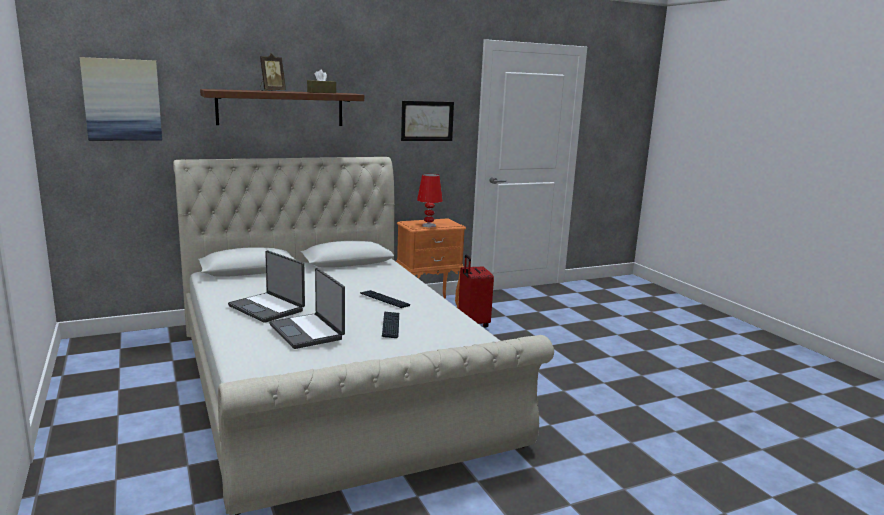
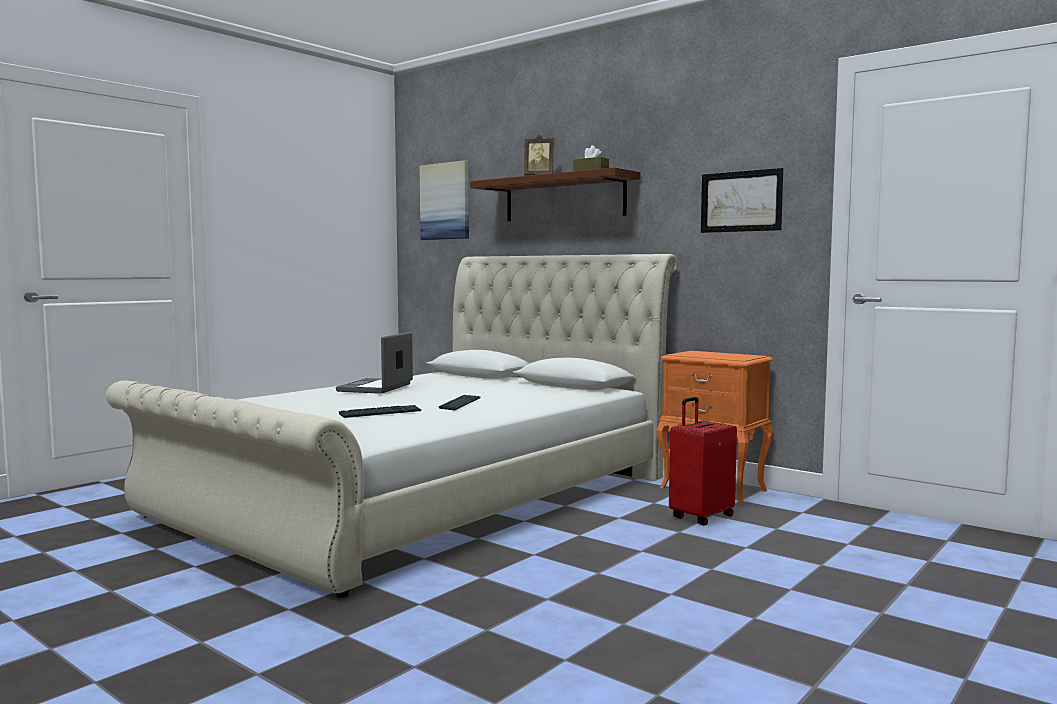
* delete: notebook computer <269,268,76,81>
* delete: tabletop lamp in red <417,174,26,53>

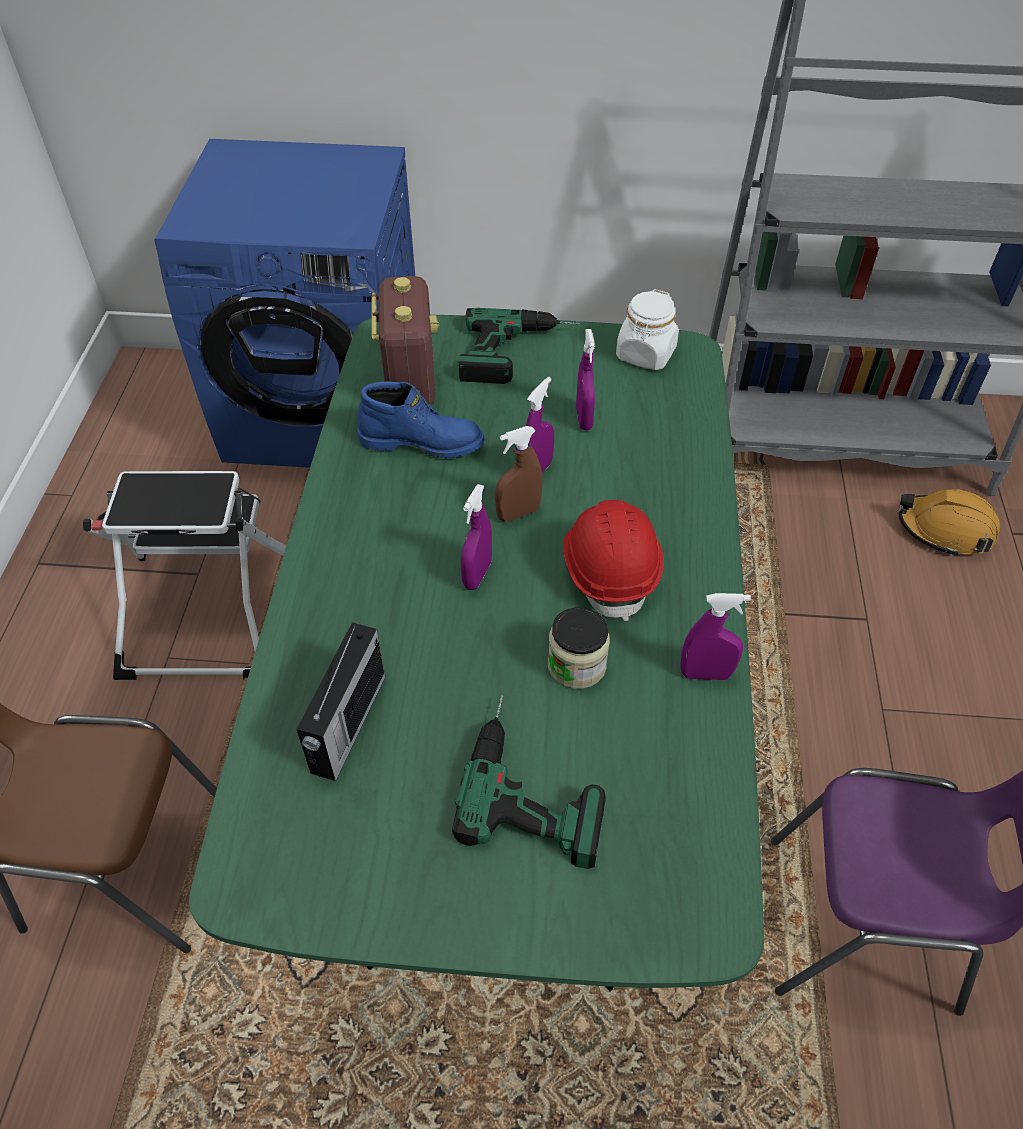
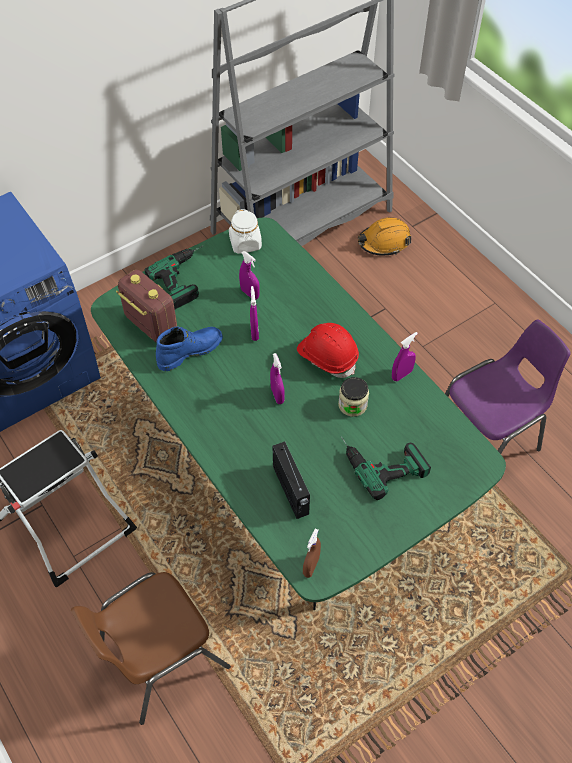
* move: hand sprayer in brown-coloured <495,426,47,96> to <303,529,18,49>

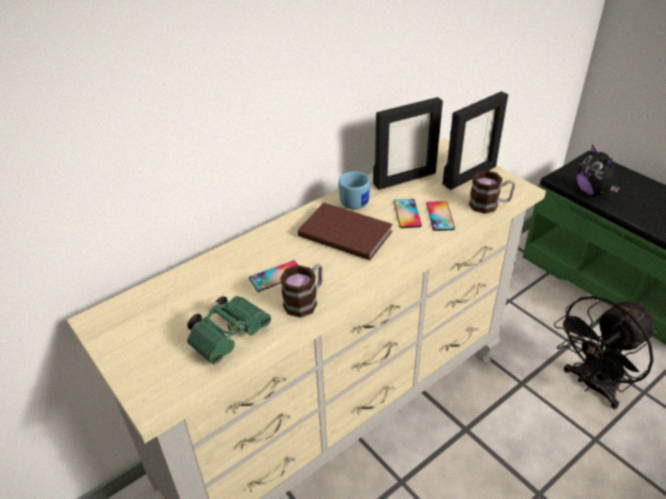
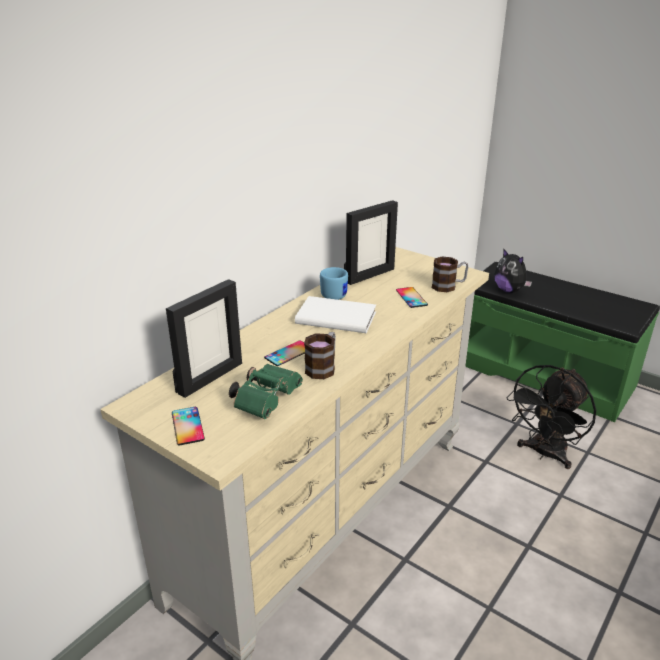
* recolor: volume in brown-coloured <298,203,95,57> to volume in white <295,296,81,37>
* move: handset <393,199,29,29> to <172,407,33,38>
* move: picture frame <442,91,66,99> to <166,279,76,119>

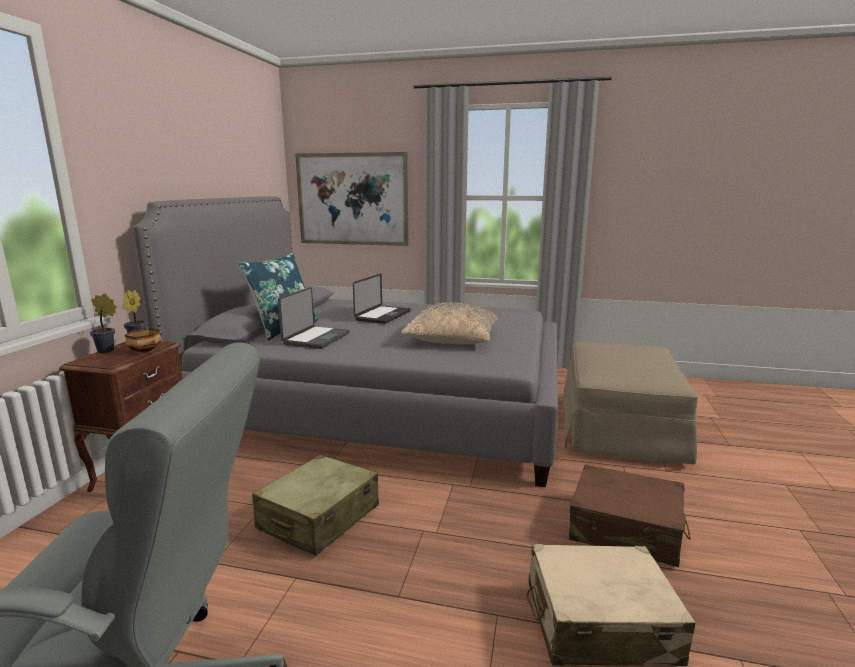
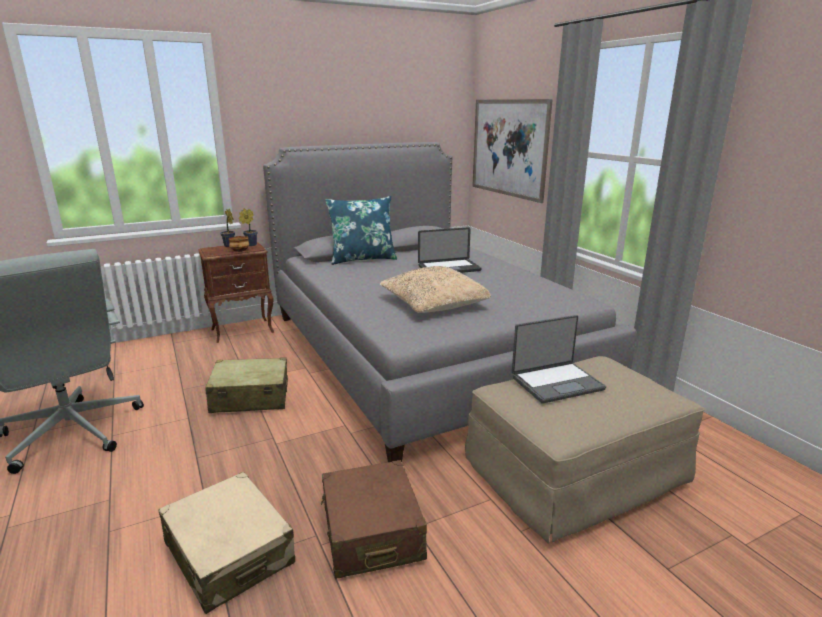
* move: notebook computer <278,287,72,62> to <512,315,94,89>

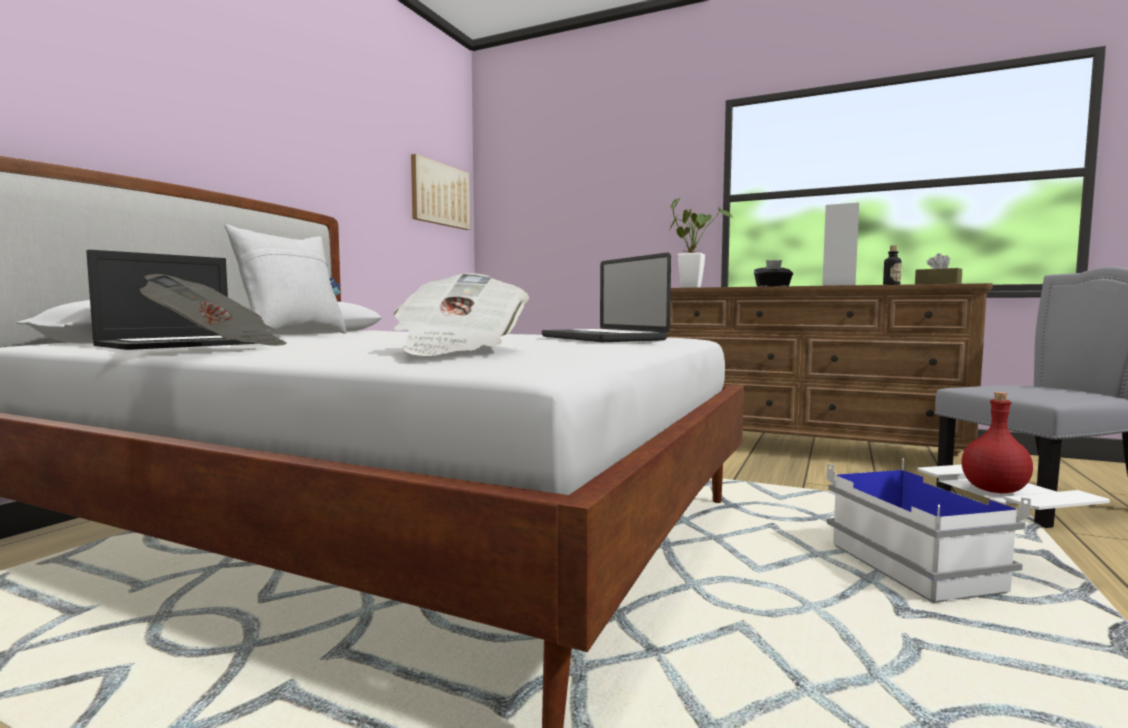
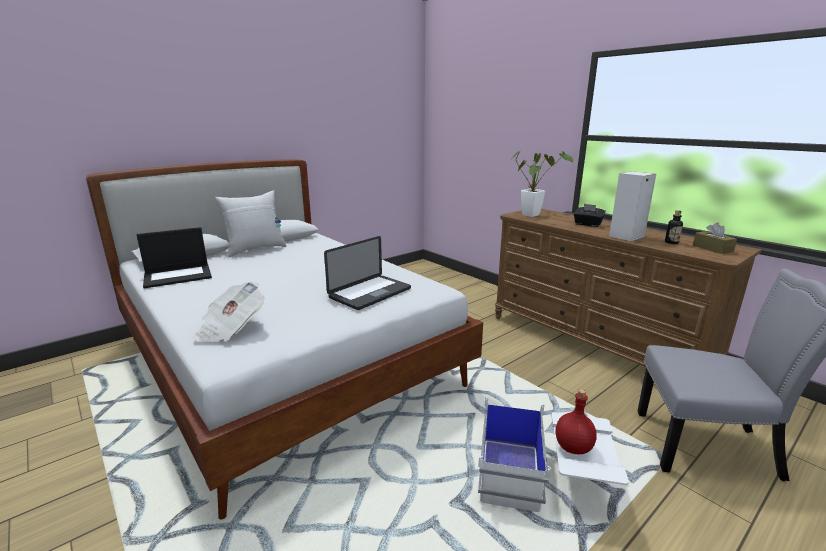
* delete: printed paper <140,274,147,72>
* delete: wall picture <411,154,59,76>
* rotate: notebook computer <542,253,129,89> = <324,236,87,74> 135 degrees counterclockwise

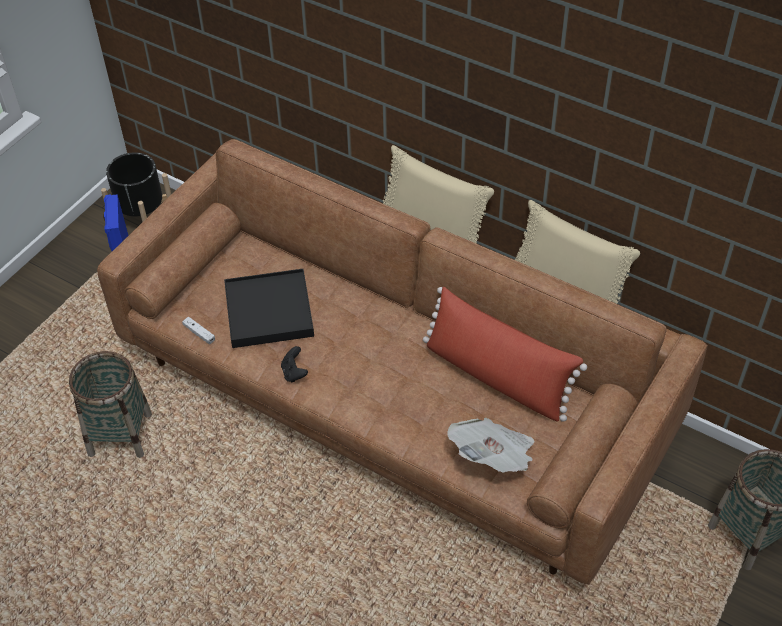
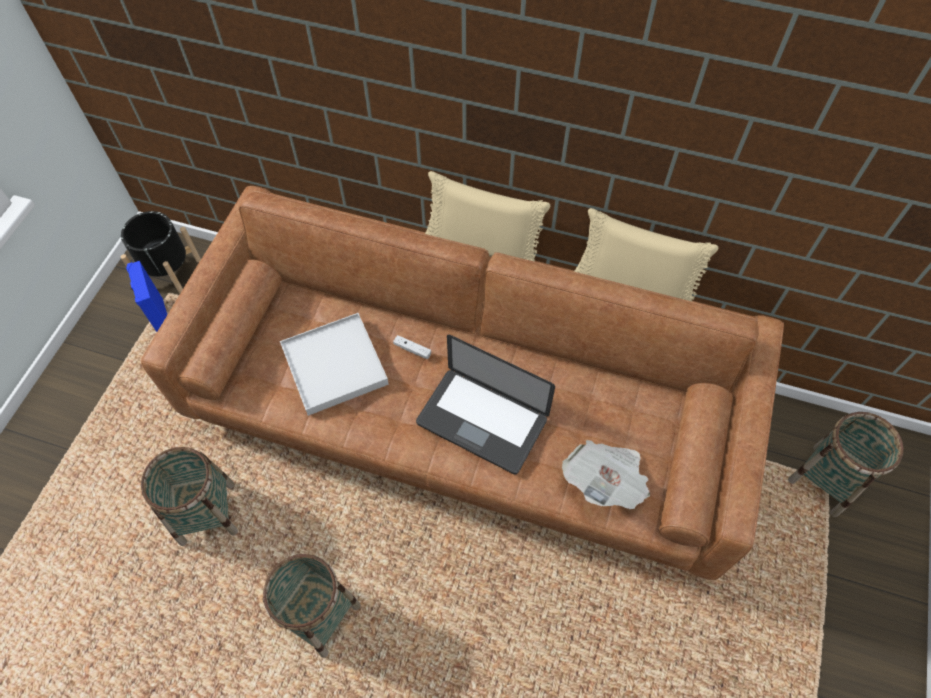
* move: gamepad in white <182,317,33,27> to <393,335,38,24>
* recolor: carrying tray in blackish <224,269,90,79> to carrying tray in white <280,313,109,103>
* delete: gamepad in blackish <281,346,27,37>
* delete: throw pillow in red <423,286,164,136>
* insert: storage basket <262,554,99,104>
* insert: notebook computer <416,335,139,139>

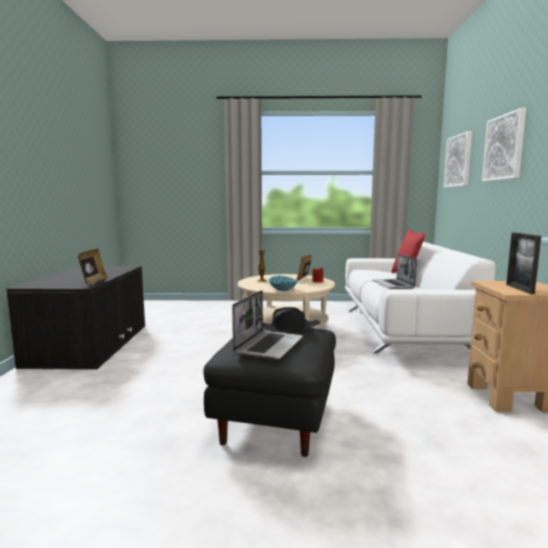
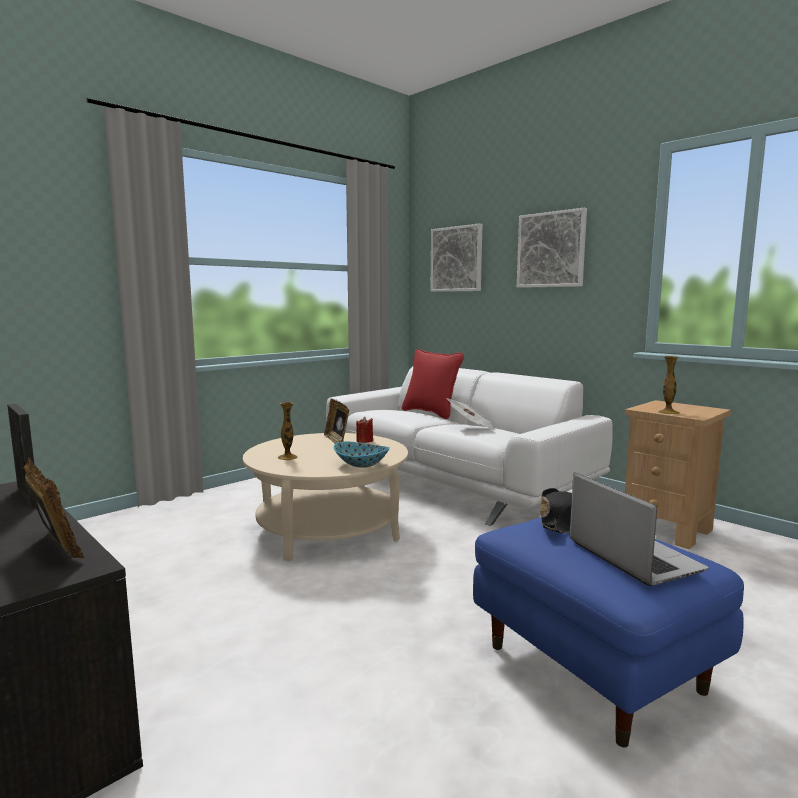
* recolor: ottoman in blackish <203,328,133,129> to ottoman in blue <473,517,271,231>
* replace: notebook computer <373,254,44,35> to printed paper <447,398,48,32>
* move: picture frame <506,232,35,62> to <7,404,29,104>
* insert: vase <658,356,21,58>

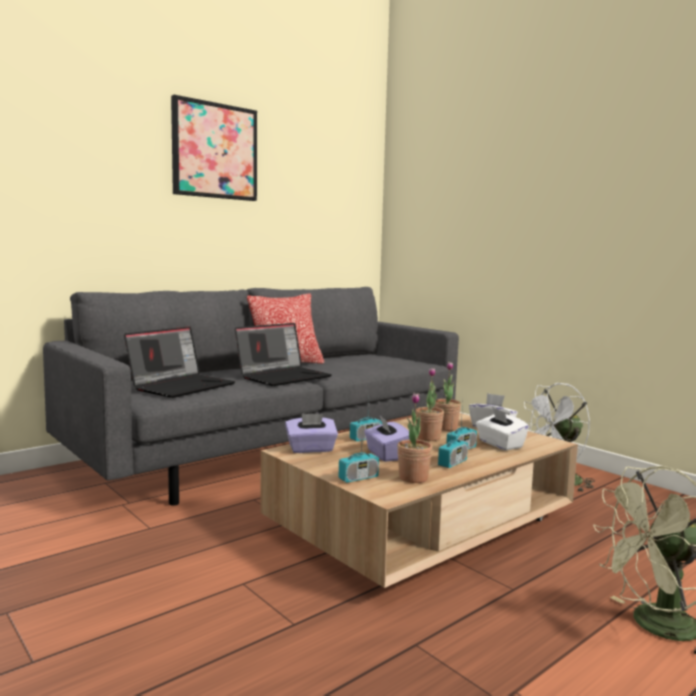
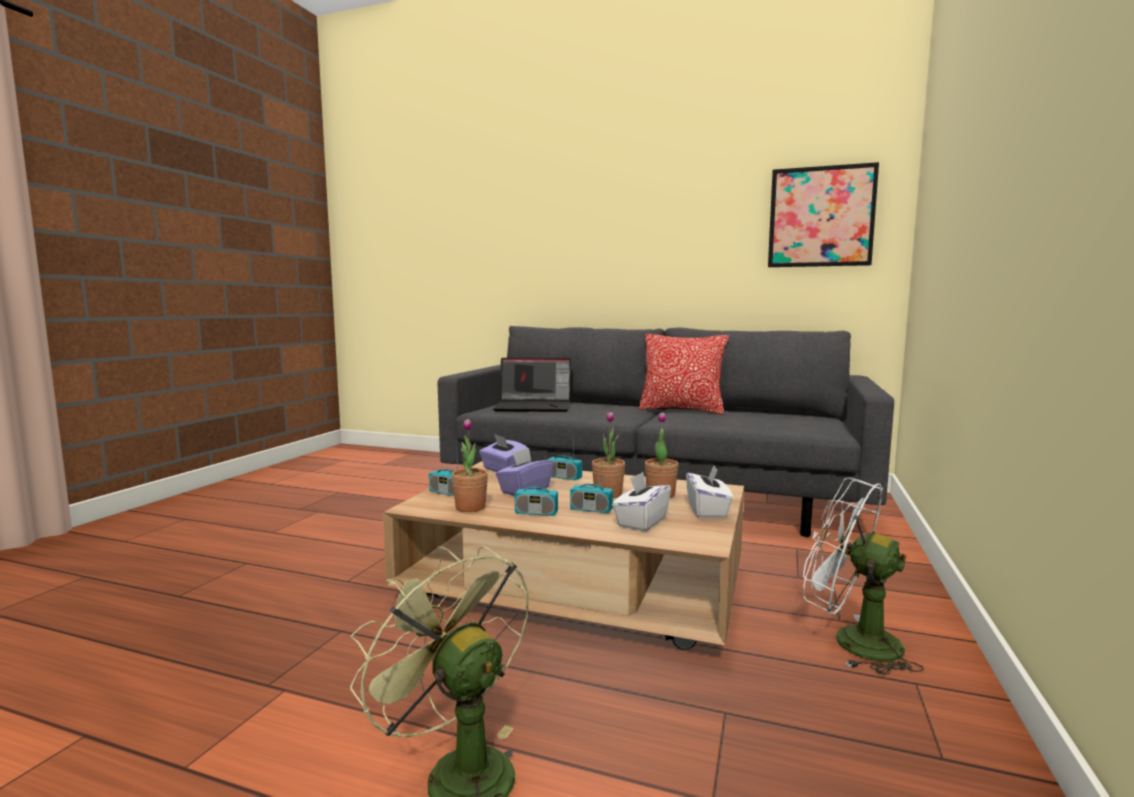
* move: wall picture <171,95,86,106> to <768,162,111,105>
* delete: notebook computer <235,323,97,63>

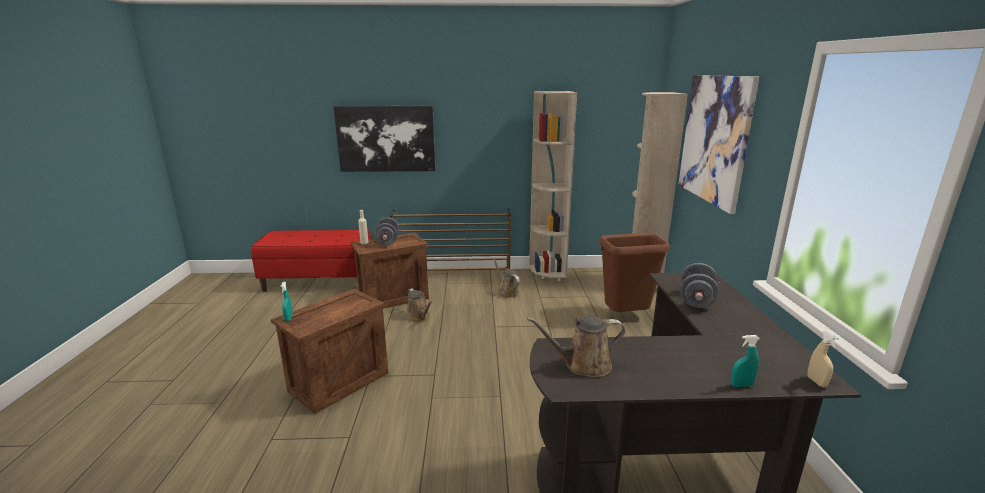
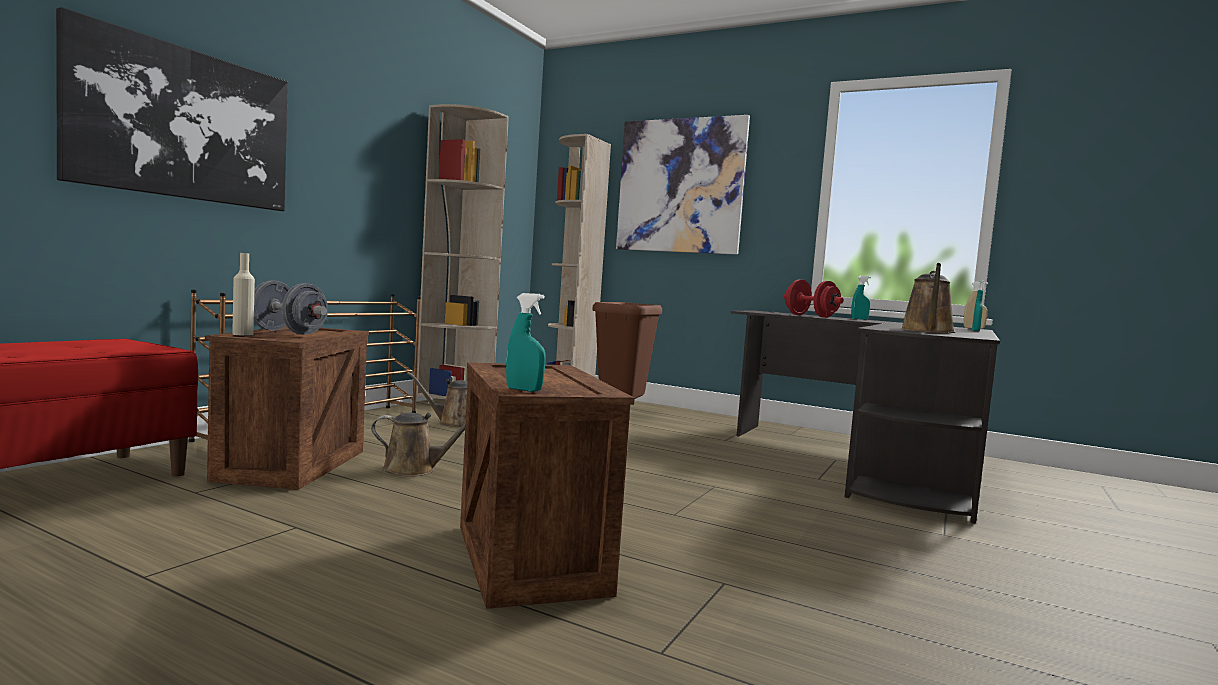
* recolor: dumbbell in grey <680,263,39,45> to dumbbell in red <784,280,60,38>
* insert: hand sprayer in turquoise <851,276,20,44>

